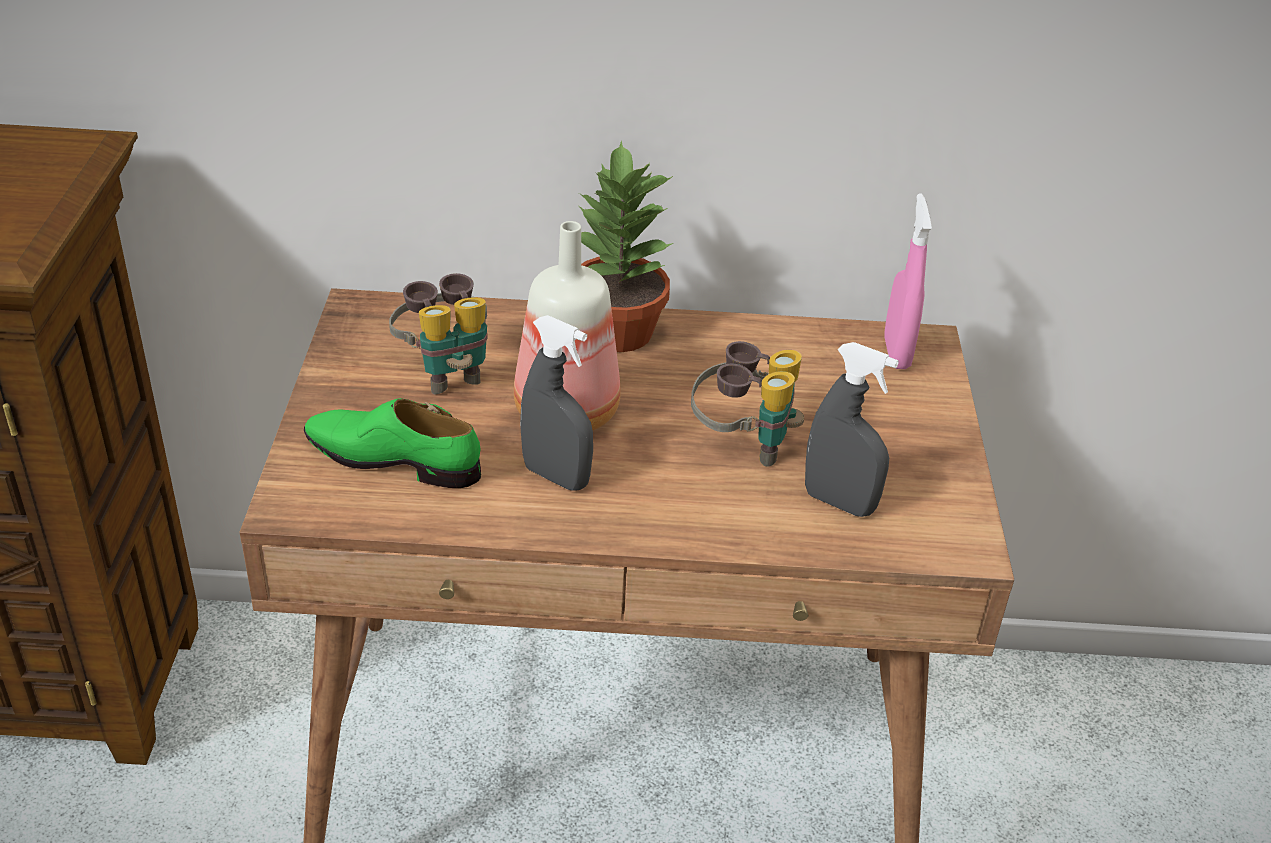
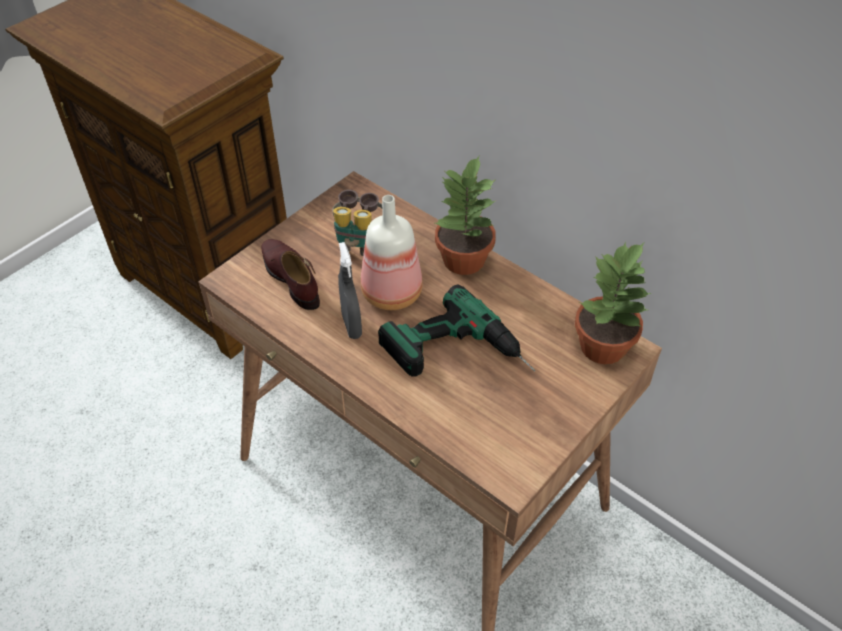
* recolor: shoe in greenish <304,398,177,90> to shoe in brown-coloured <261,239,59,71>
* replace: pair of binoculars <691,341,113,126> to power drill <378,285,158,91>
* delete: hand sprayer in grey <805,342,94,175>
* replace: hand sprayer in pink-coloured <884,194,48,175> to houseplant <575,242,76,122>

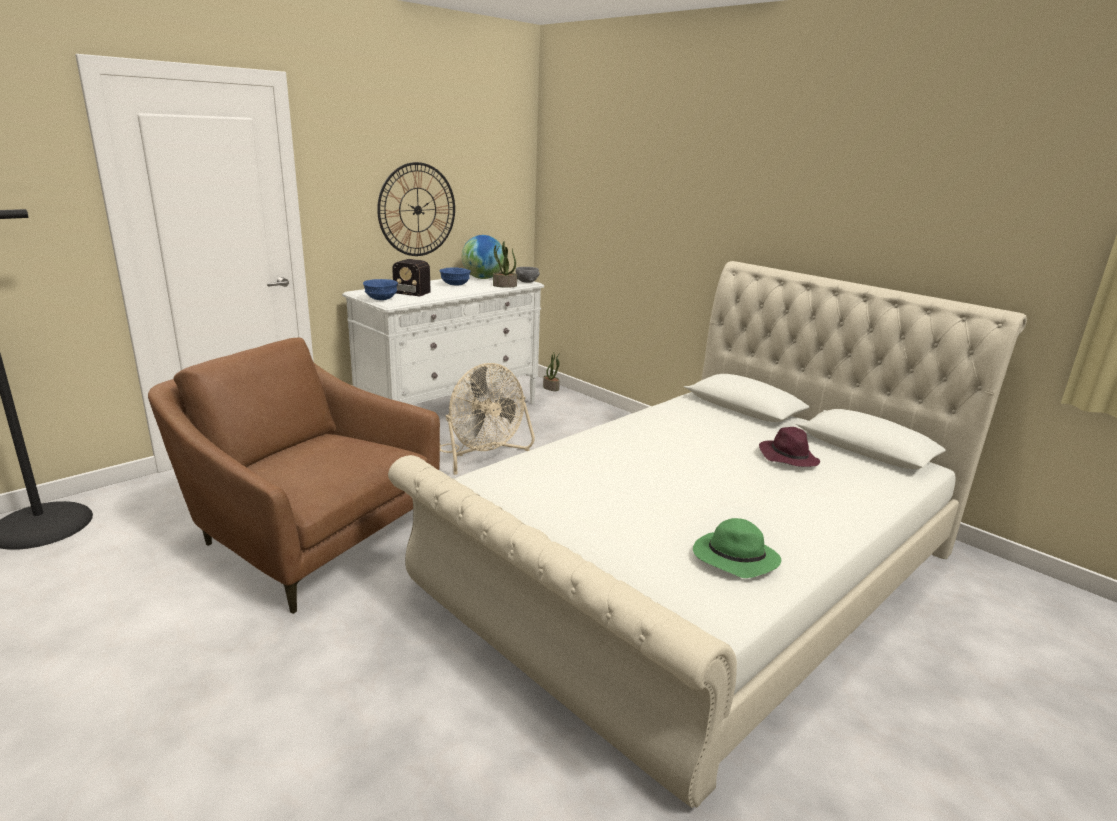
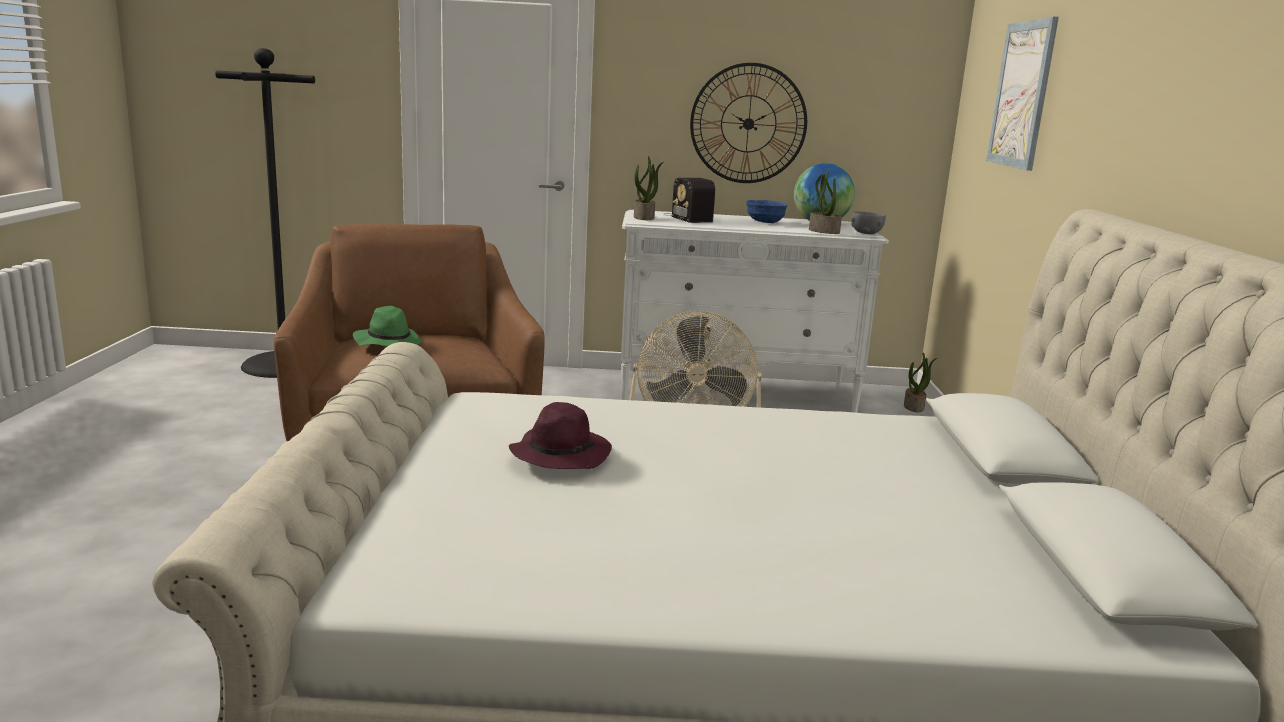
* replace: deep dish in blue <363,279,35,21> to houseplant <634,156,30,64>
* move: hat in greenish <693,518,88,60> to <353,306,70,40>
* move: hat in purplish <759,427,61,40> to <509,402,103,67>
* insert: wall picture <986,16,73,155>

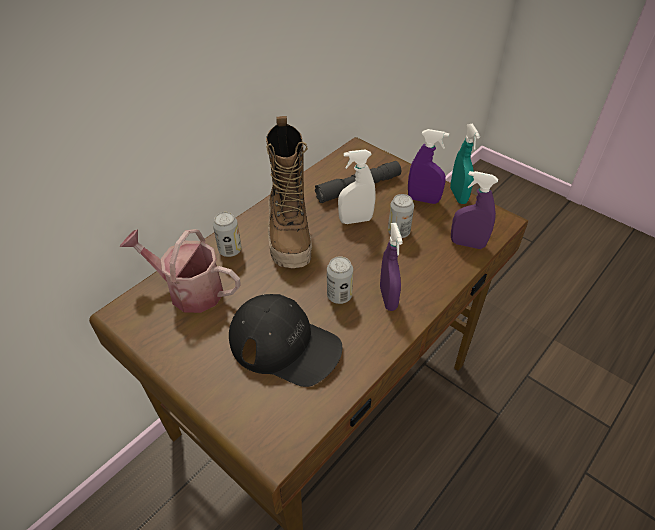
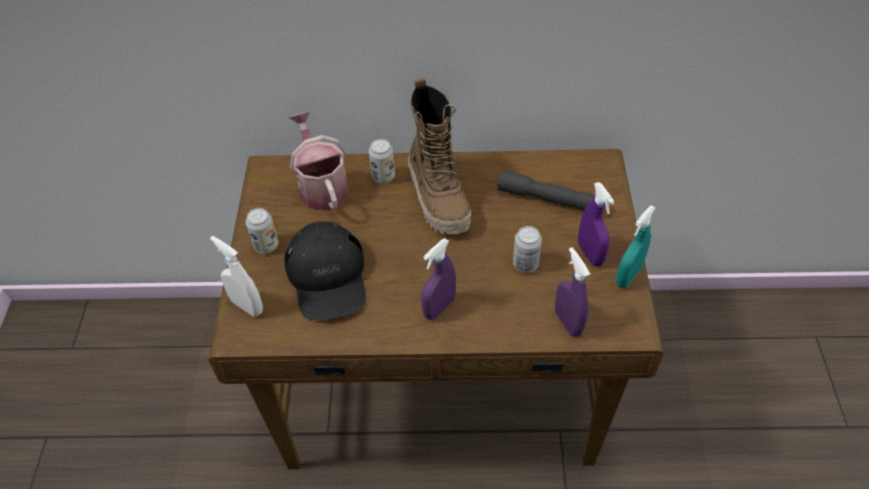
* rotate: boot <266,116,46,152> = <408,78,63,157> 60 degrees counterclockwise
* move: sealed can <327,256,26,48> to <246,208,32,46>
* move: hand sprayer in white <338,150,38,74> to <210,236,53,81>

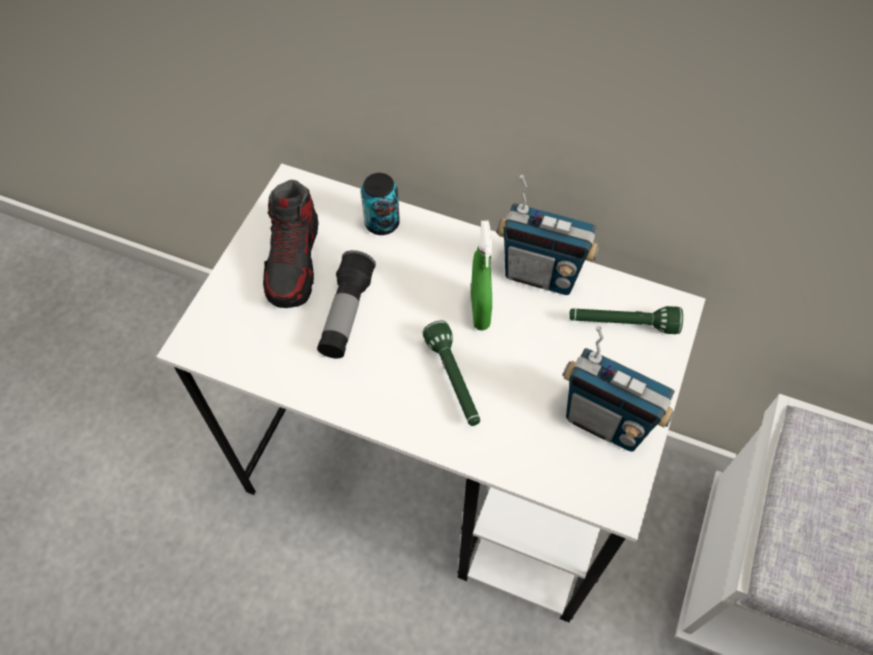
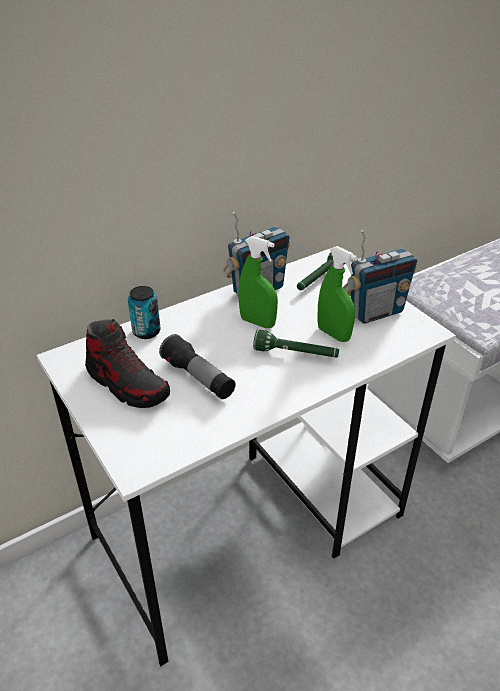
* insert: hand sprayer in greenish <317,246,41,96>

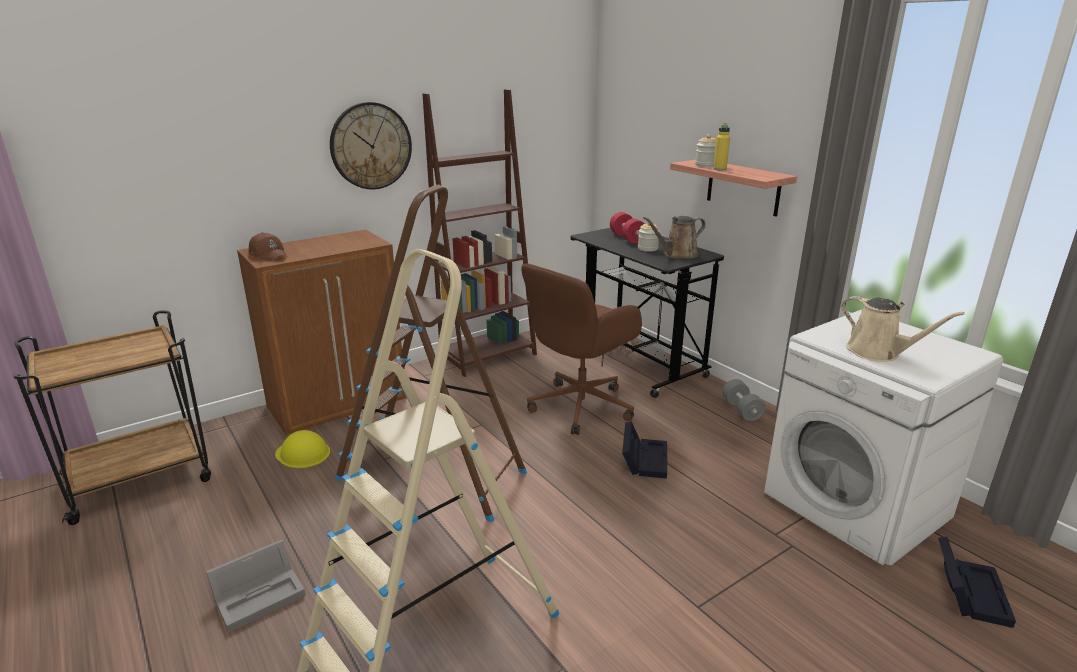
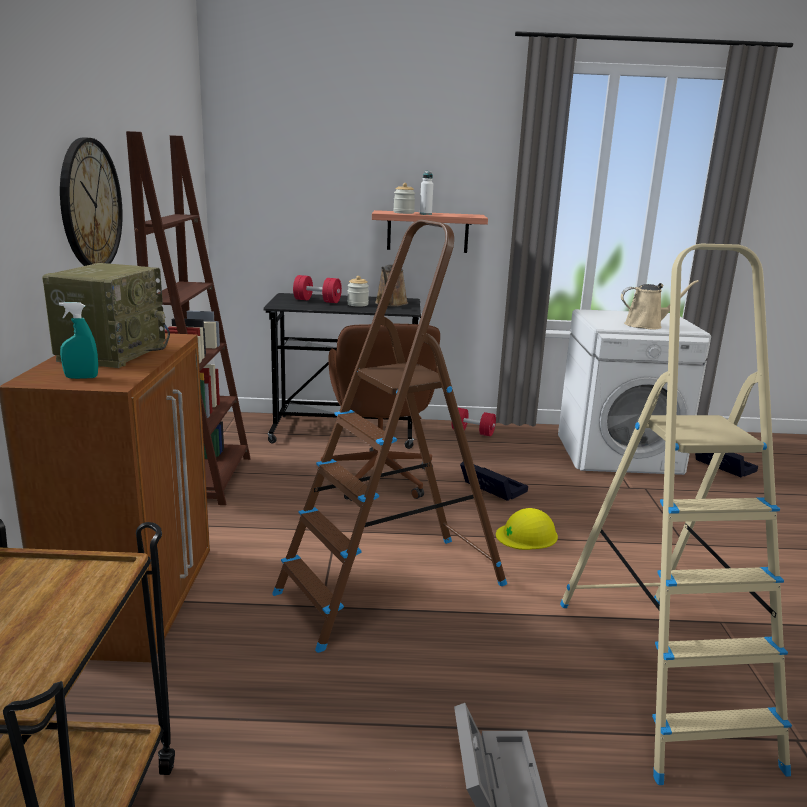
* replace: peaked cap in brown-coloured <249,232,38,29> to hand sprayer in turquoise <59,302,39,77>
* move: hard hat in yellow <275,430,55,38> to <496,508,62,42>
* recolor: bottle in yellow <713,123,17,48> to bottle in white <420,171,13,44>
* recolor: dumbbell in grey <722,379,44,42> to dumbbell in red <452,408,44,28>
* insert: radio <42,263,128,105>

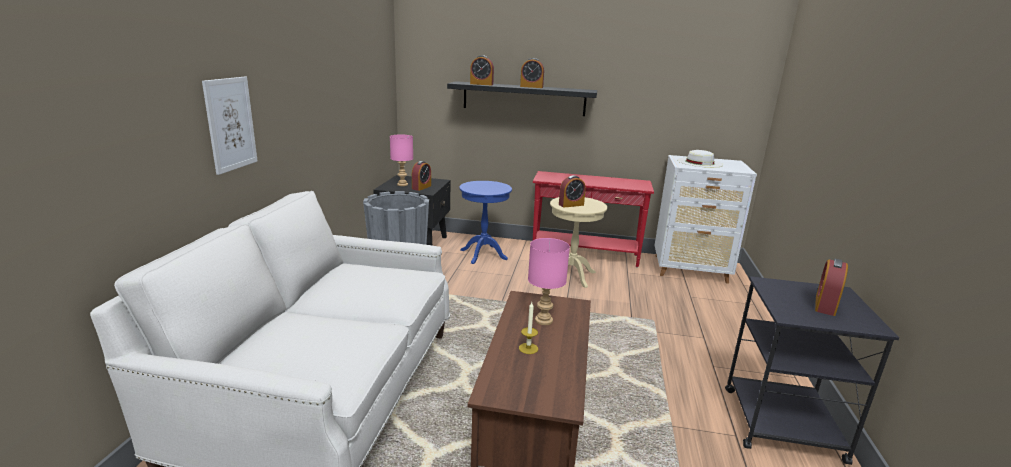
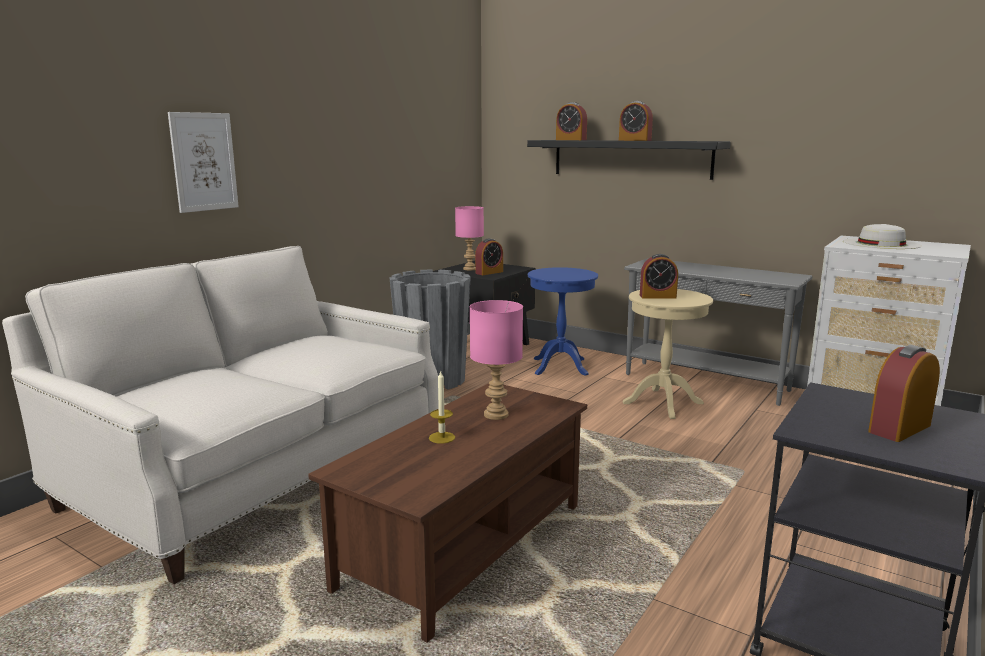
* recolor: console table in red <533,171,121,97> to console table in grey <624,258,188,148>

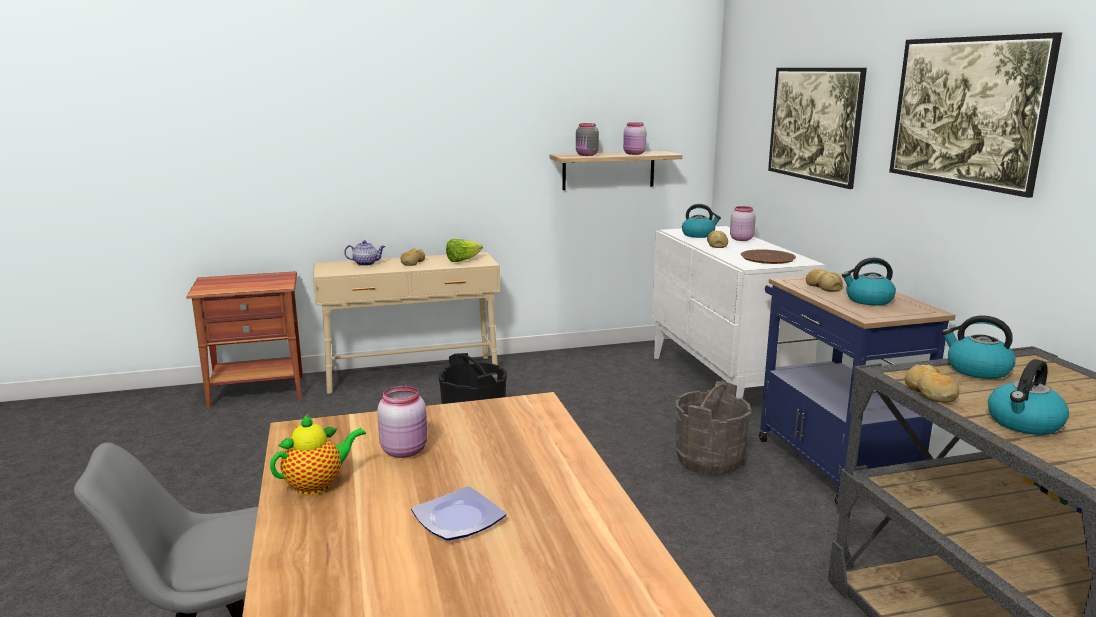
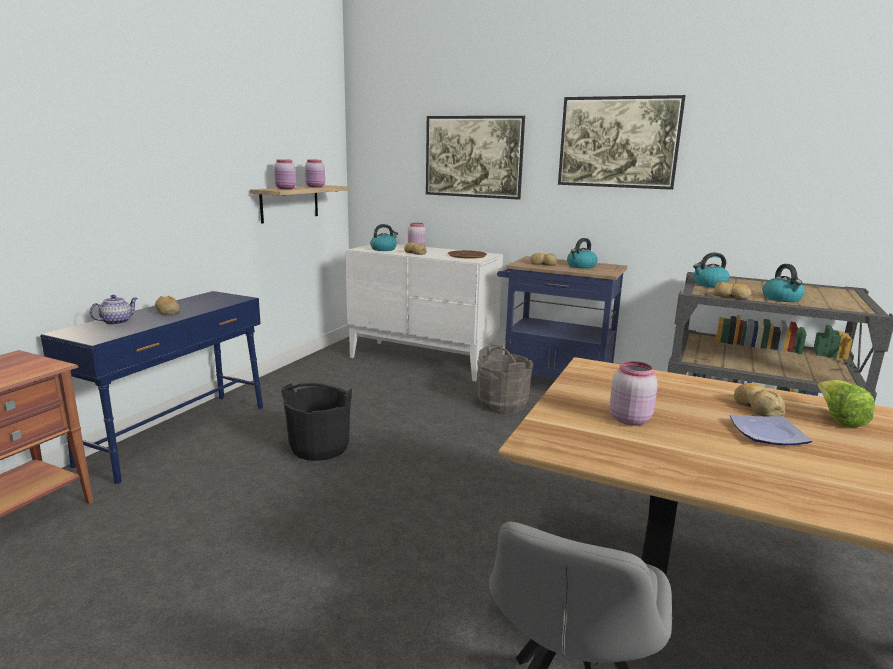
* delete: tea pot <270,413,96,82>
* recolor: console table in beige <313,252,187,142> to console table in blue <40,291,223,193>
* move: lettuce <446,239,37,23> to <817,380,58,48>
* recolor: storage jar in grey <576,123,23,33> to storage jar in pink-coloured <274,159,22,30>
* insert: bakery bread <734,383,51,33>

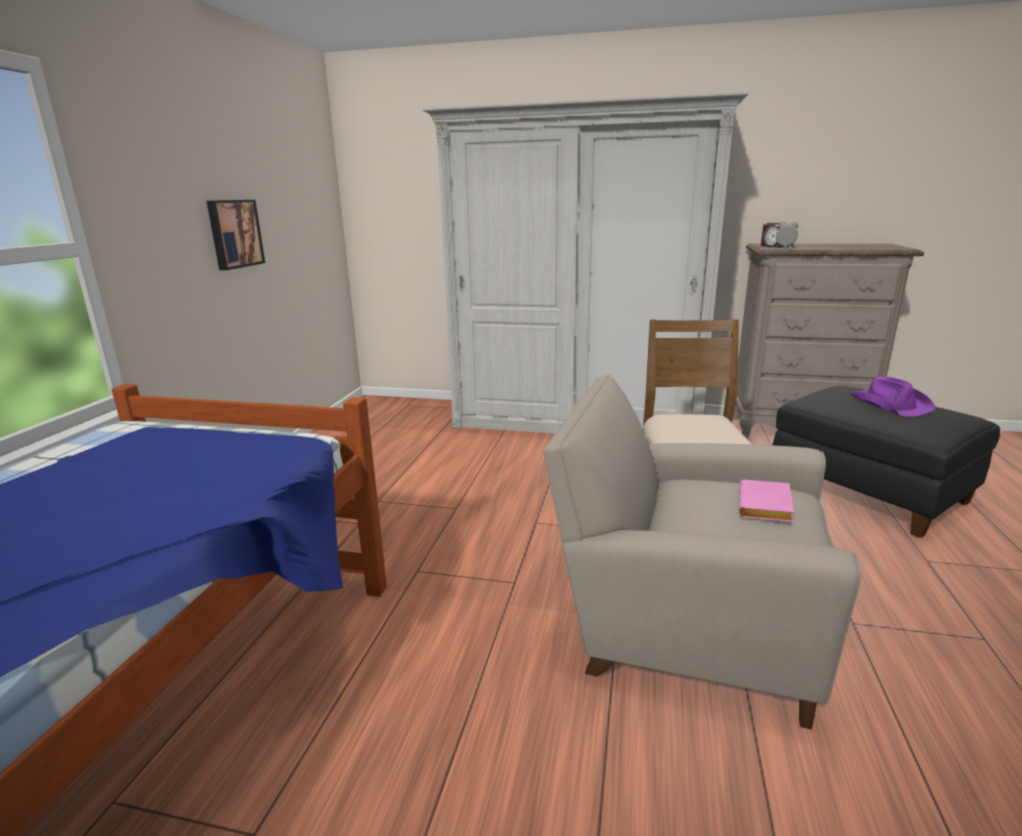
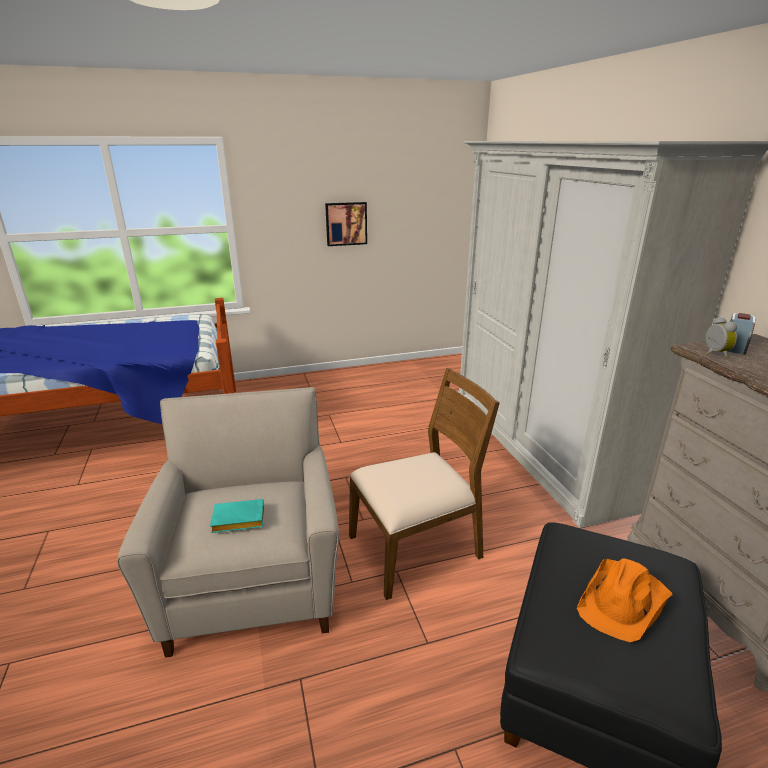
* recolor: volume in pink-coloured <739,480,55,42> to volume in turquoise <210,499,54,34>
* recolor: hat in purplish <851,377,84,40> to hat in orange-coloured <577,558,96,84>

